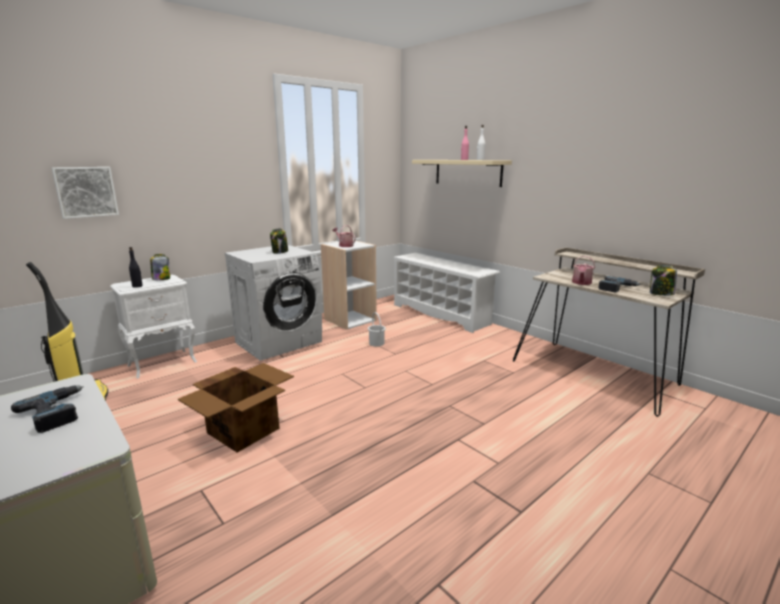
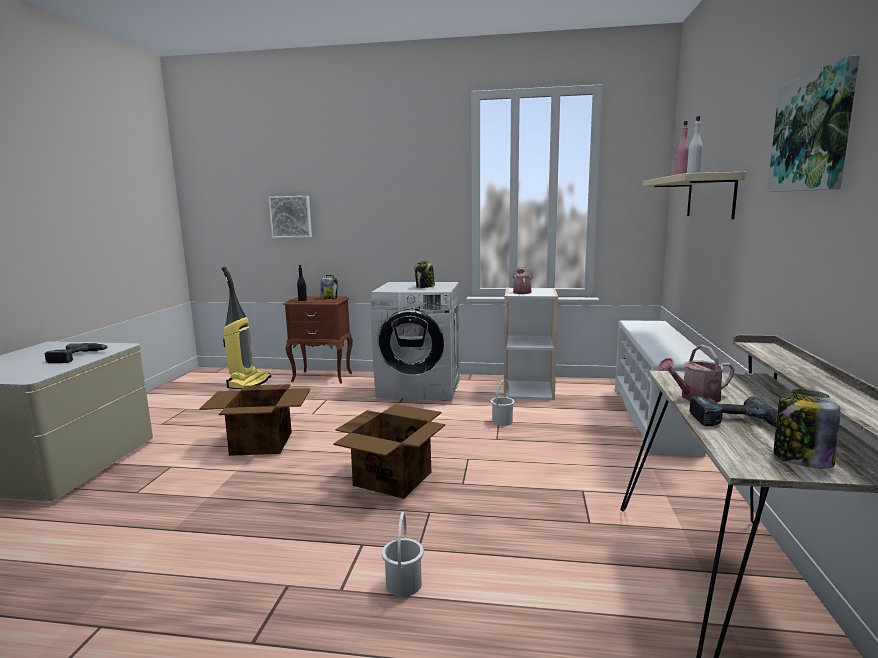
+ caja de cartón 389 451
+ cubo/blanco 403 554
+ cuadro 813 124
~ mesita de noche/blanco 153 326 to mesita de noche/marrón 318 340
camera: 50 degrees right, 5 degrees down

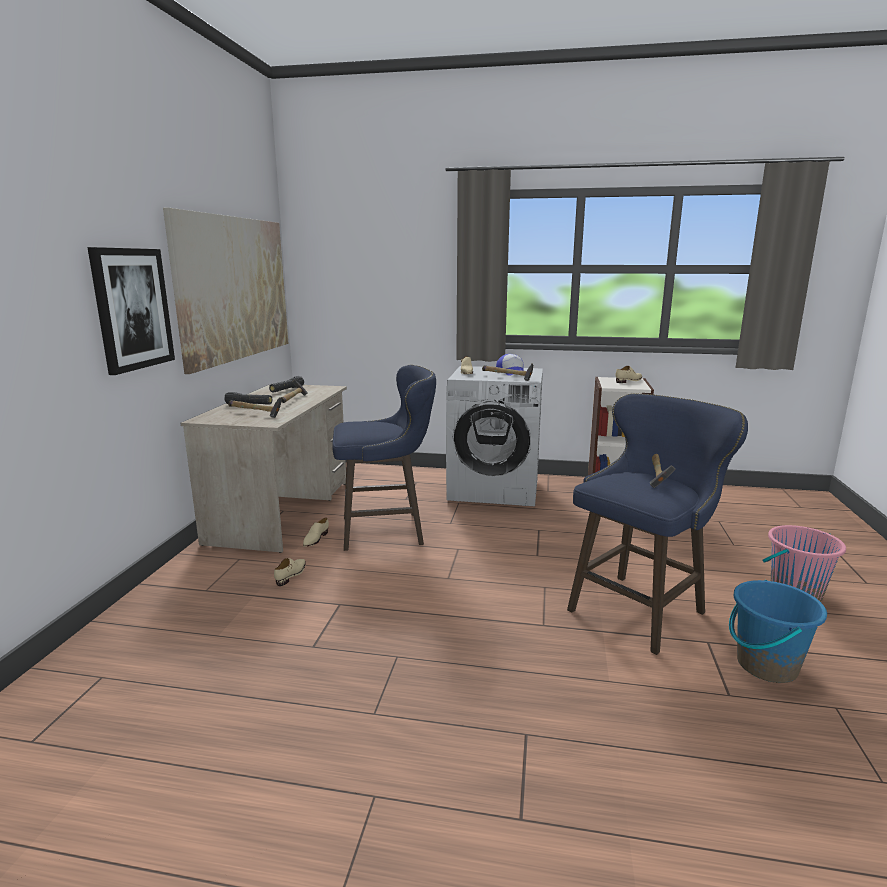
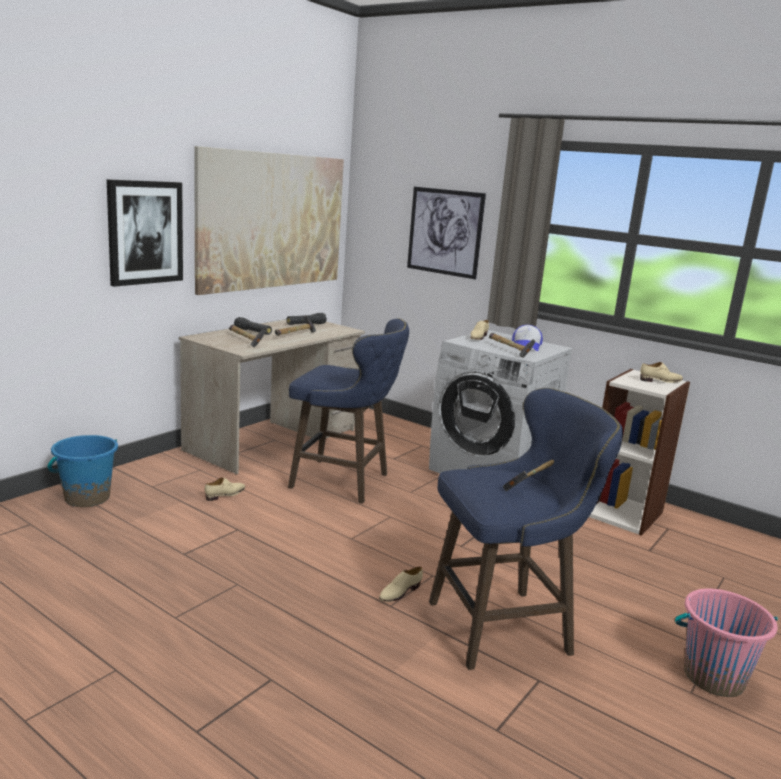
+ cuadro 446 233
~ zapato/beis 316 532 to 401 584
~ cubo/azul 778 631 to 83 471
camera: 25 degrees right, 0 degrees up

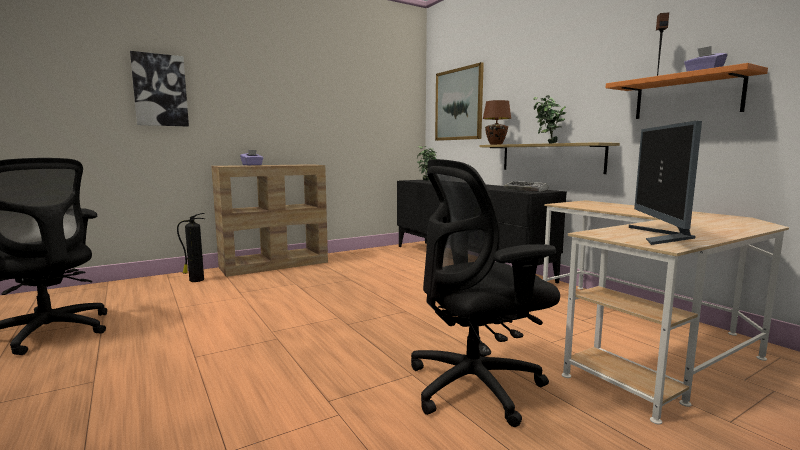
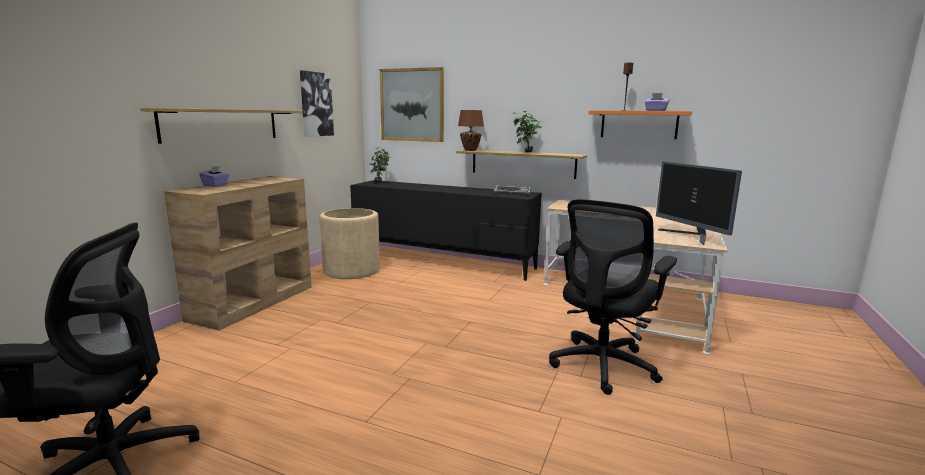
- extintor 191 247
+ estante 221 126
+ maceta/beis 350 243
~ cuadro 159 88 to 317 103
camera: 35 degrees left, 5 degrees up

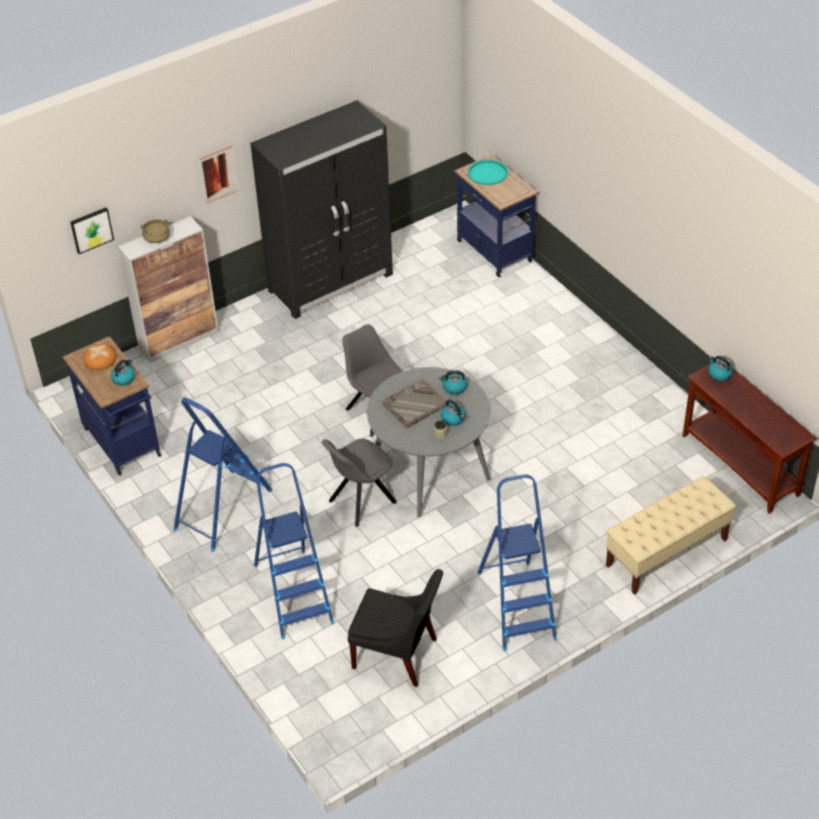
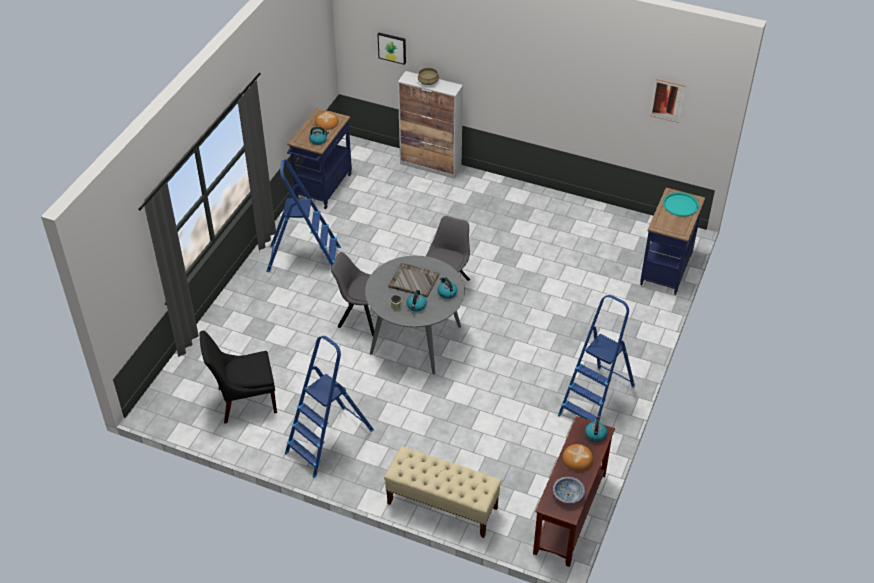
- armario/negro 321 209
+ cuenco 569 490
+ pan 577 457
~ cuadro 219 174 to 667 101
~ escalera de tijera/azul 294 551 to 596 358
~ silla/negro 395 628 = 238 377 90 degrees clockwise
camera: 55 degrees right, 0 degrees up

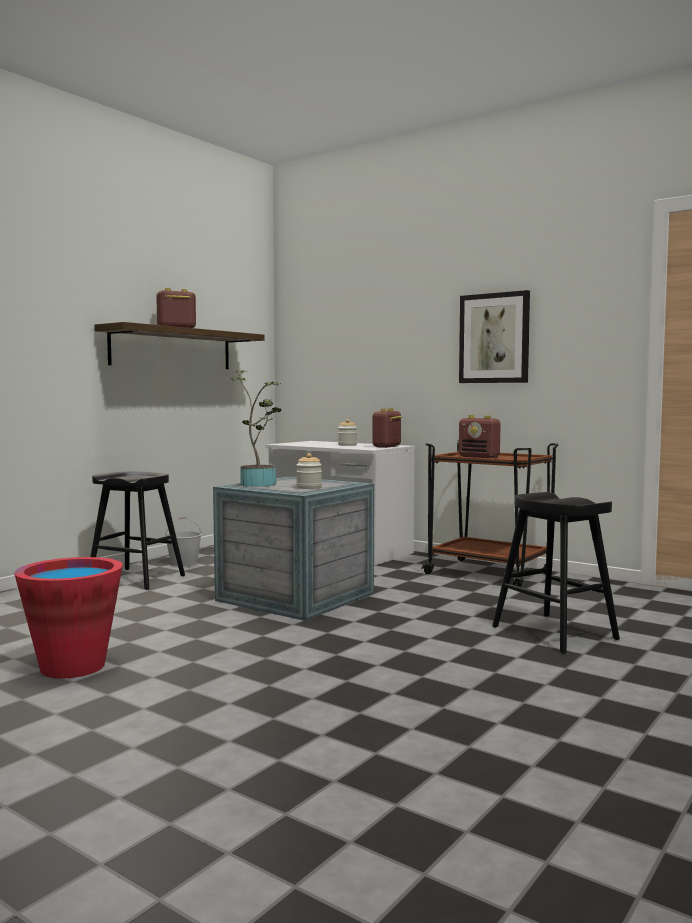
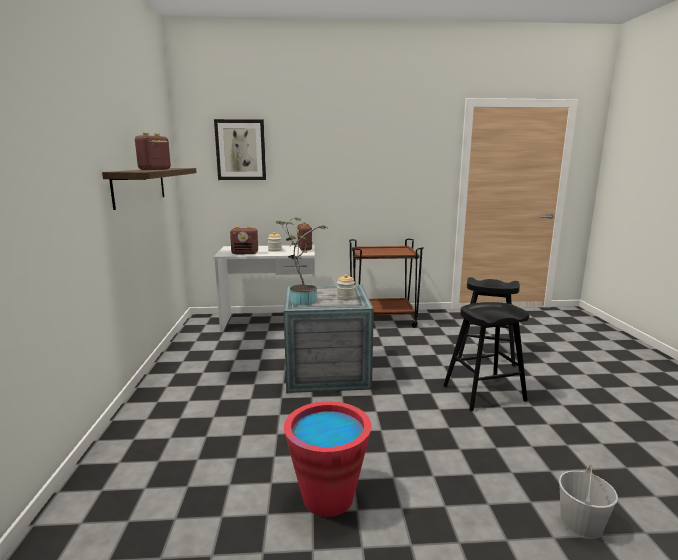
~ taburete/negro 137 531 to 486 356
~ cubo/blanco 183 542 to 588 501
~ cuadro 494 336 to 240 149
~ radio 480 436 to 244 240
camera: 40 degrees left, 10 degrees up

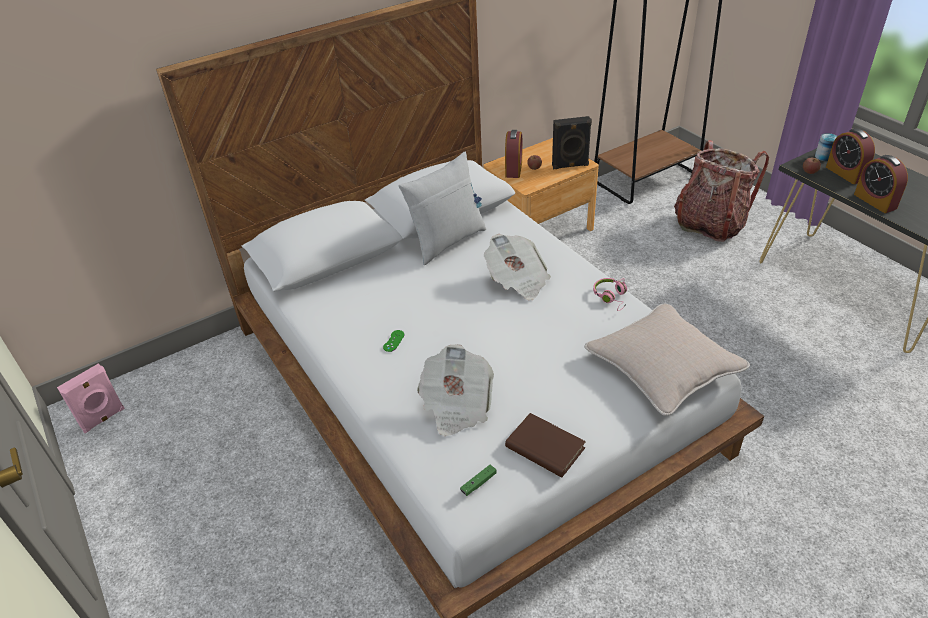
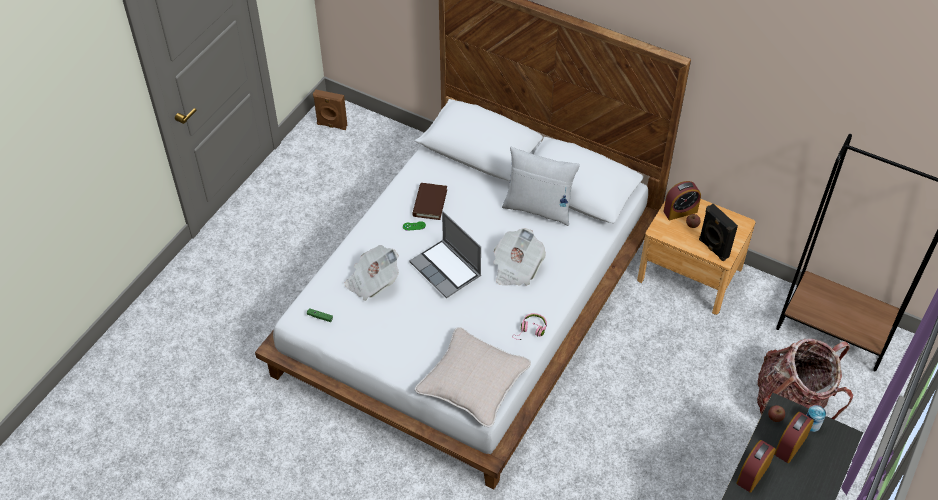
+ portátil 445 254
~ libro/marrón 545 445 to 429 201
~ altavoz/rosa 91 398 to altavoz/marrón 330 110
camera: 60 degrees right, 10 degrees up

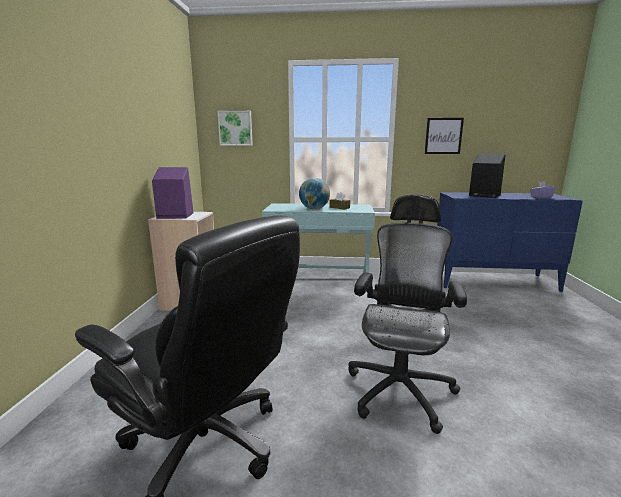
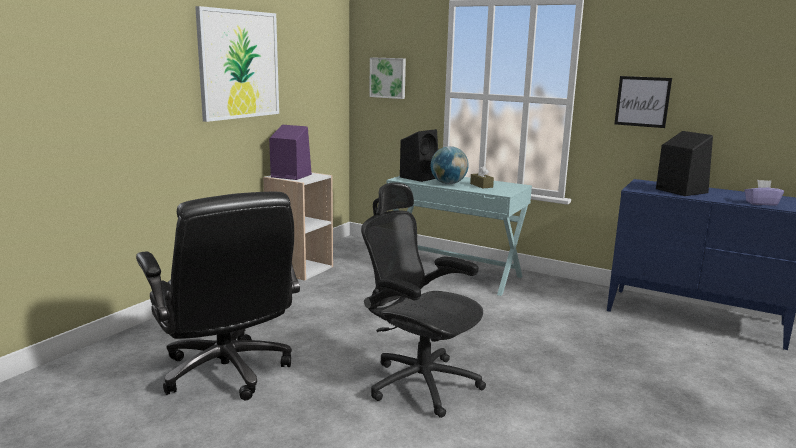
+ cuadro 237 64
+ altavoz/negro 419 155
~ silla de oficina 408 314 = 423 300 90 degrees counterclockwise
camera: 25 degrees right, 0 degrees up

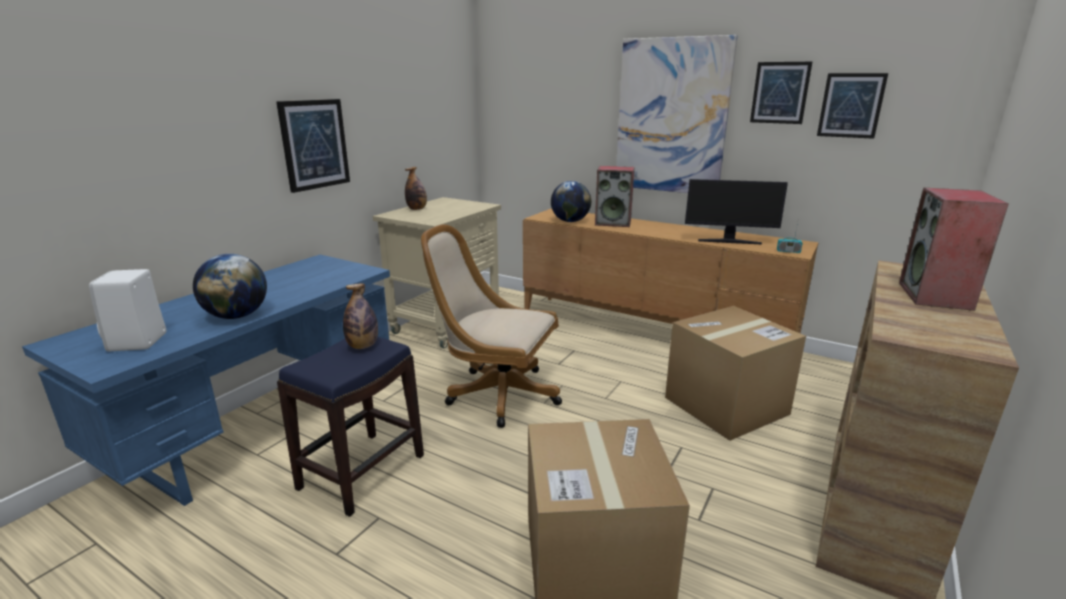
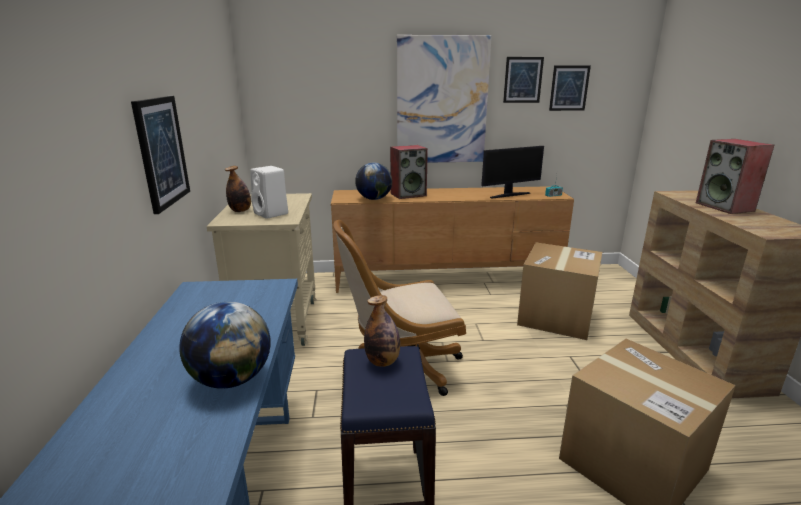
~ altavoz/blanco 127 310 to 269 192
camera: 35 degrees left, 0 degrees up

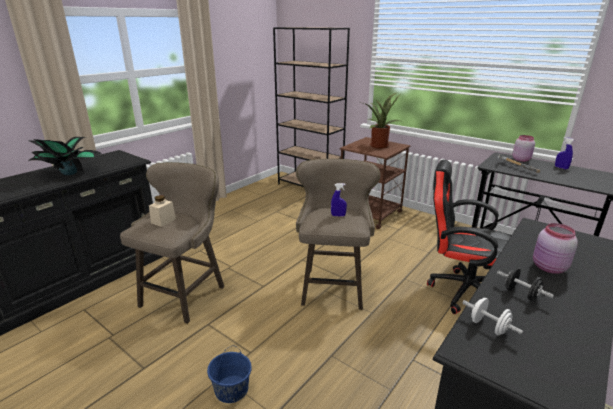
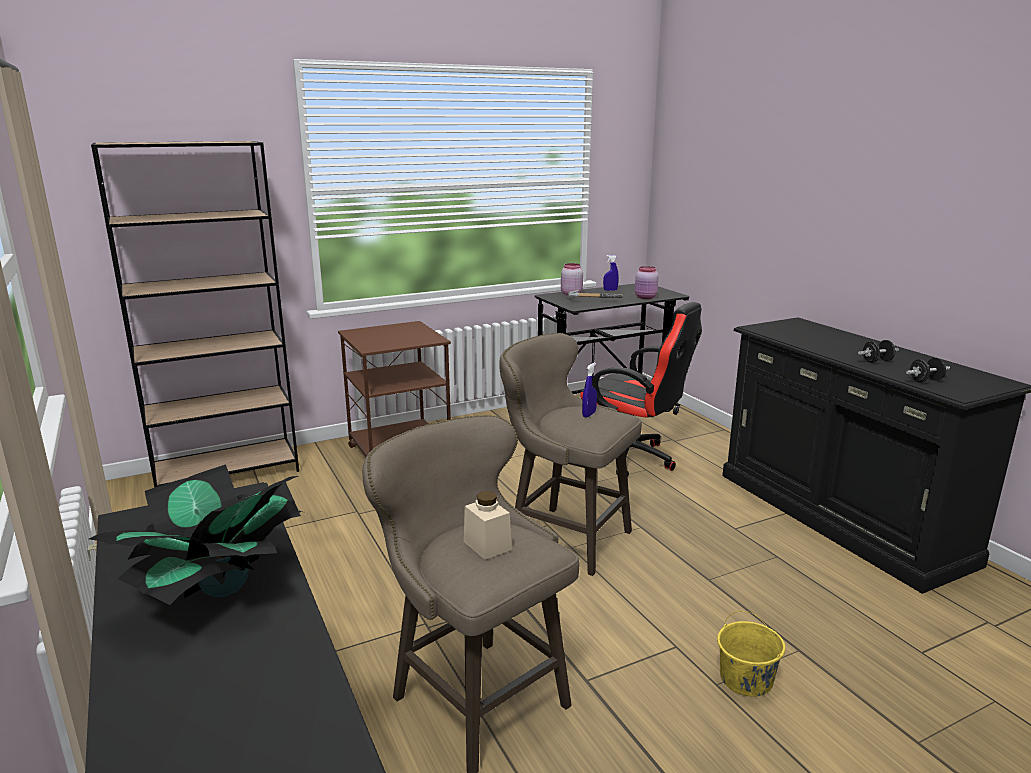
- planta en maceta 382 120
~ tarro/rosa 555 248 to 647 282
~ cubo/azul 229 374 to cubo/amarillo 751 654
~ mancuerna/blanco 492 317 to mancuerna/negro 928 370
~ silla de oficina/negro 469 237 = 641 390 105 degrees counterclockwise
camera: 65 degrees left, 5 degrees down

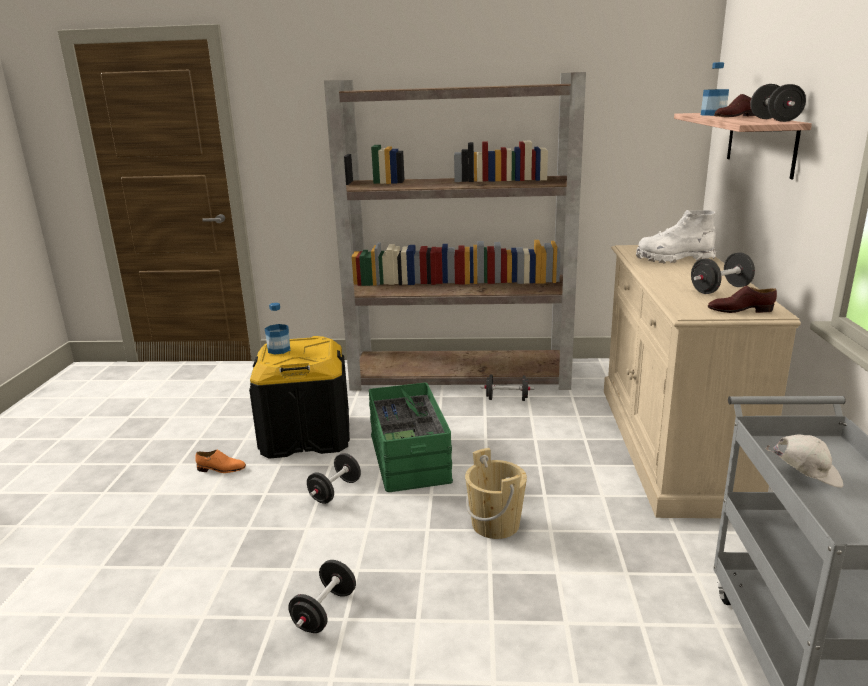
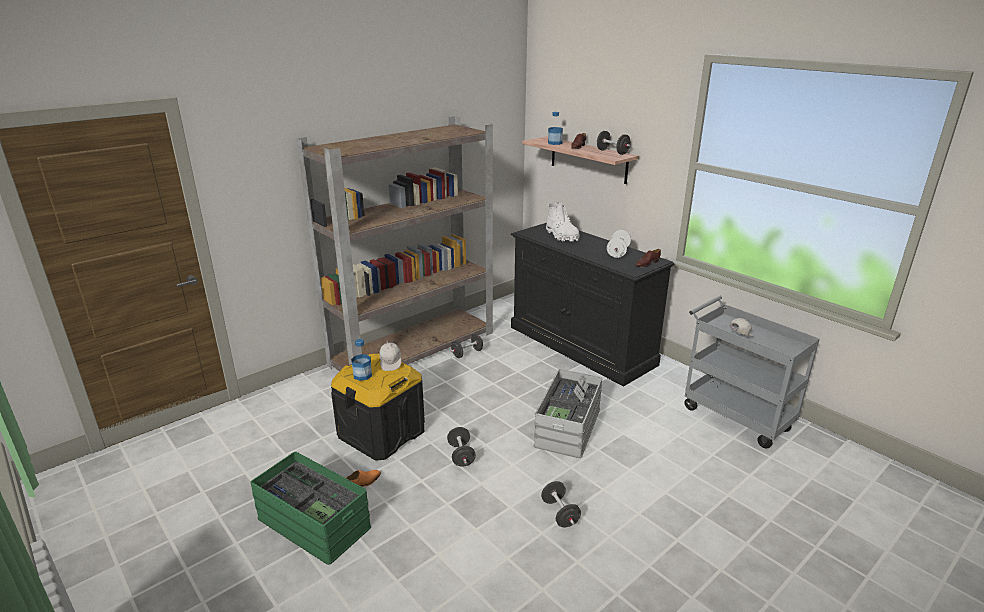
+ gorra/blanco 390 356
~ caja de almacenaje/verde 411 437 to 310 508
~ cubo/beis 496 493 to caja de almacenaje/gris 568 413
~ armario/beis 702 381 to armario/negro 592 305
~ mancuerna/negro 723 273 to mancuerna/blanco 619 244
~ bota/blanco 676 236 = 562 222 75 degrees counterclockwise
camera: 45 degrees left, 5 degrees up

